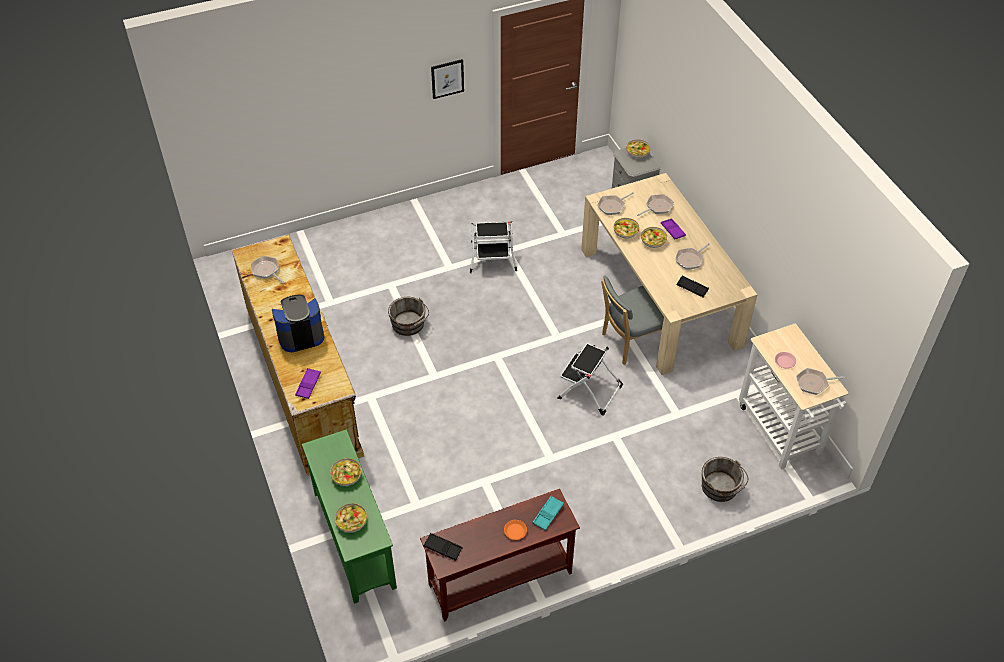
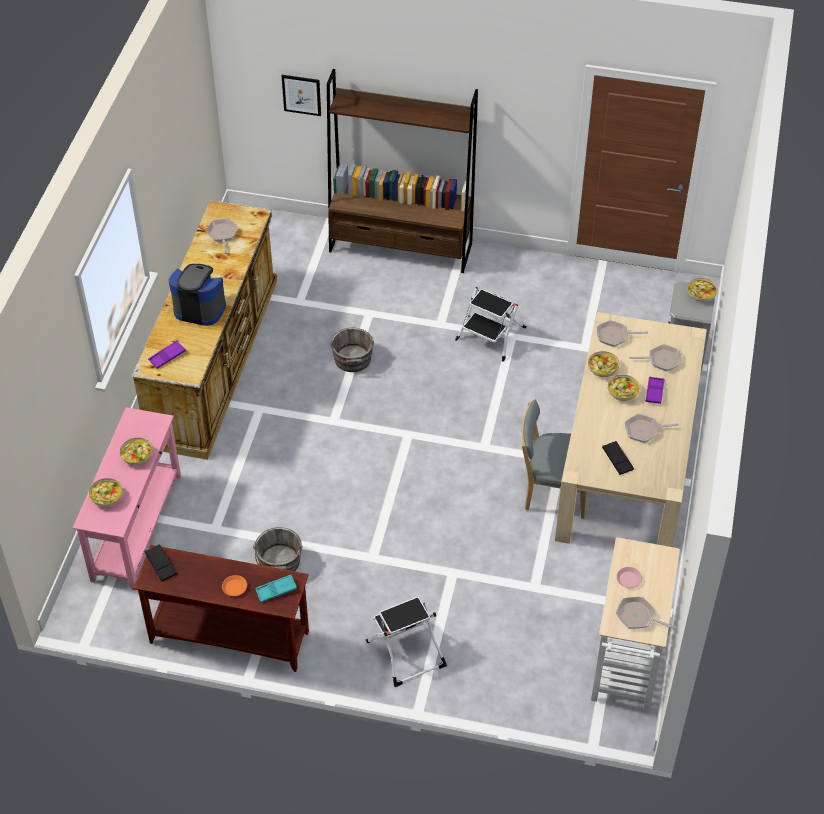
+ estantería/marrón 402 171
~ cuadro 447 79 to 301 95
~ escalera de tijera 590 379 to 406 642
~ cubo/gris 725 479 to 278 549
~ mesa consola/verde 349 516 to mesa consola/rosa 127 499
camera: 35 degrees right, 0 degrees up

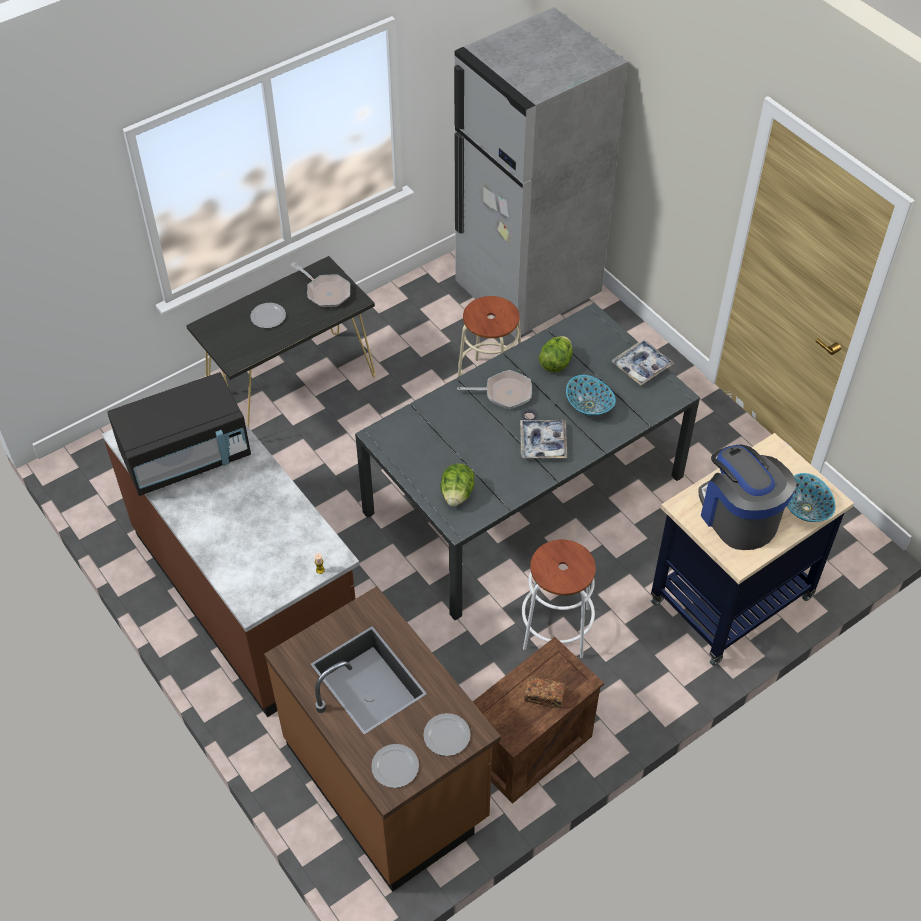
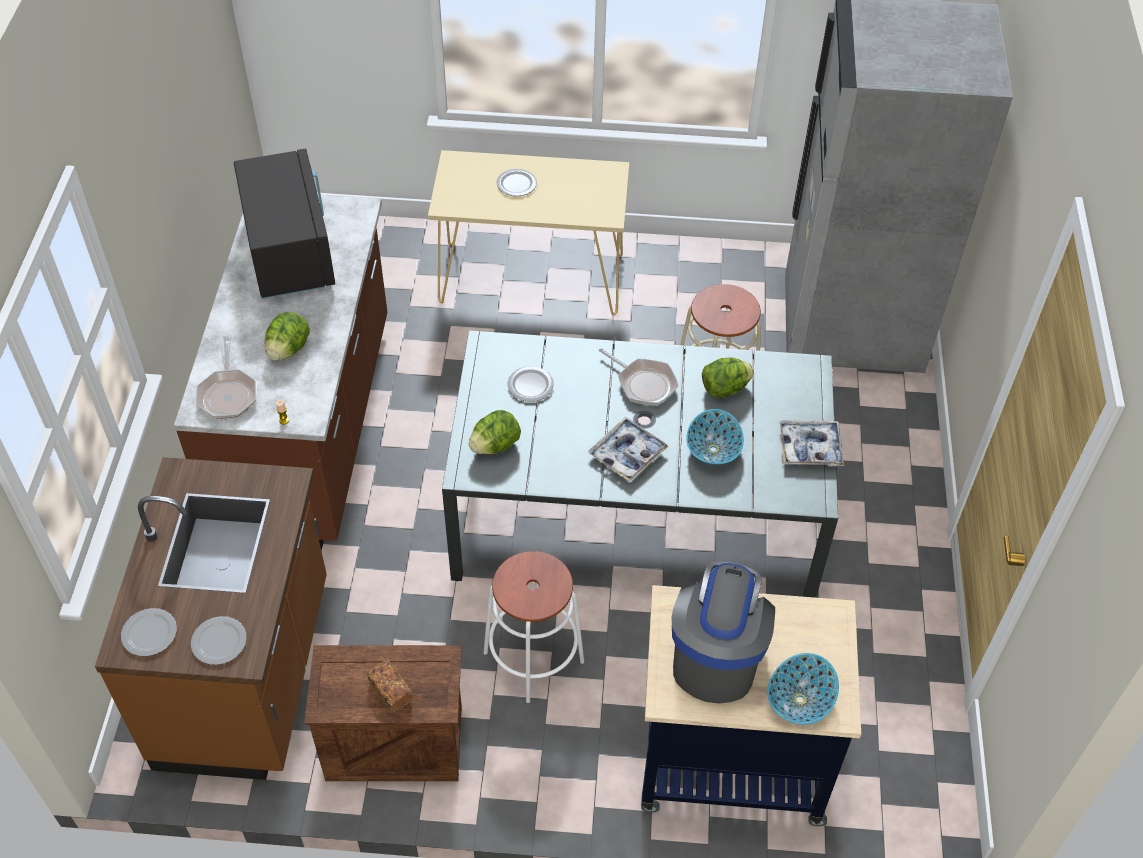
+ lechuga 287 336
+ plato 530 384
~ sartén 320 284 to 226 377
~ mesa consola/negro 280 341 to mesa consola/beis 528 232
~ microondas/negro 179 434 = 284 224 120 degrees counterclockwise
camera: 40 degrees right, 0 degrees up

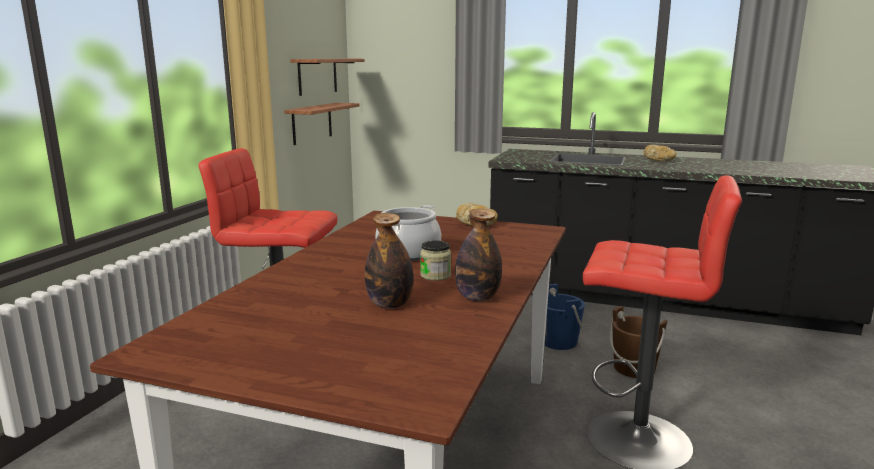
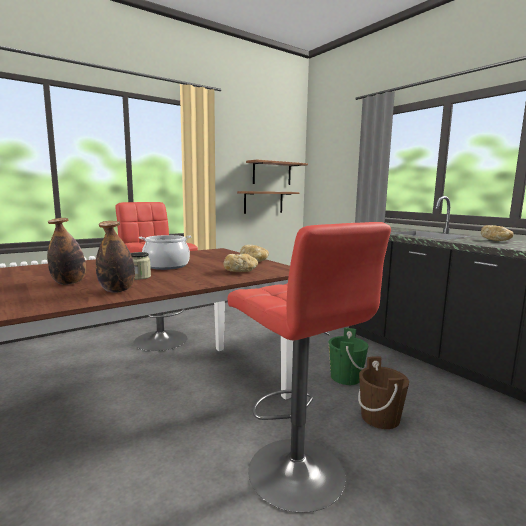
+ pan 241 263
~ cubo/azul 564 317 to cubo/verde 348 356
camera: 35 degrees right, 5 degrees down

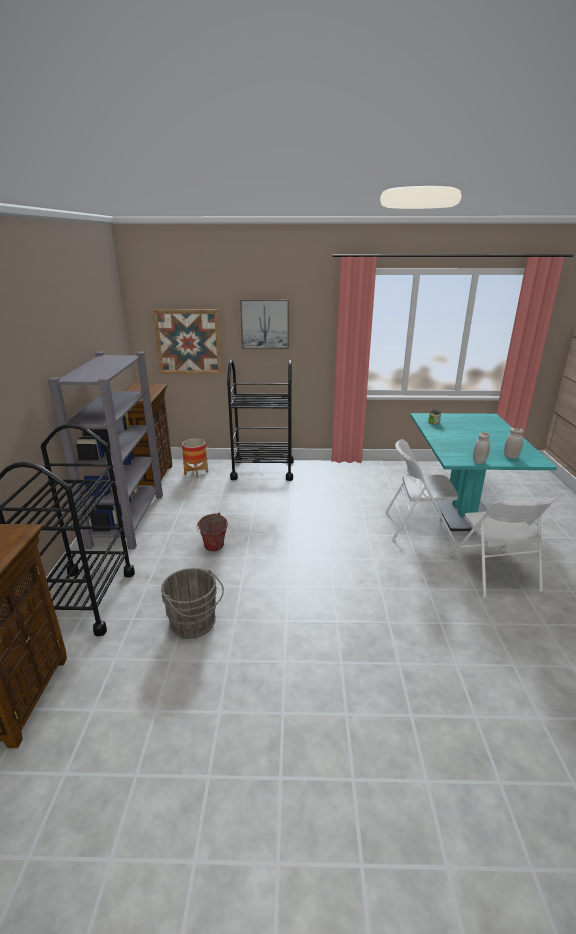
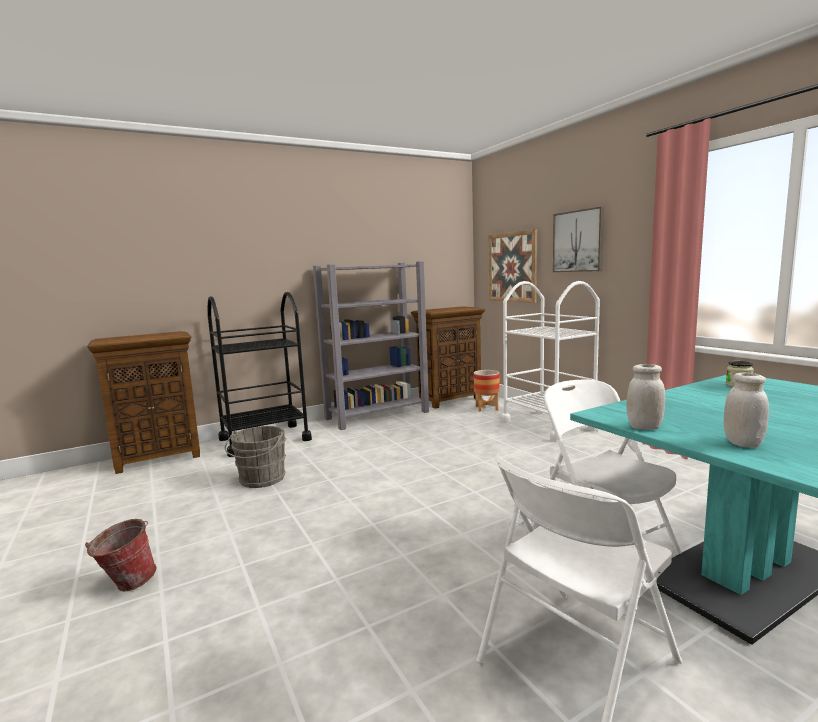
~ cubo 212 532 to 121 555
~ carrito/negro 260 420 to carrito/blanco 550 361
camera: 60 degrees right, 15 degrees down

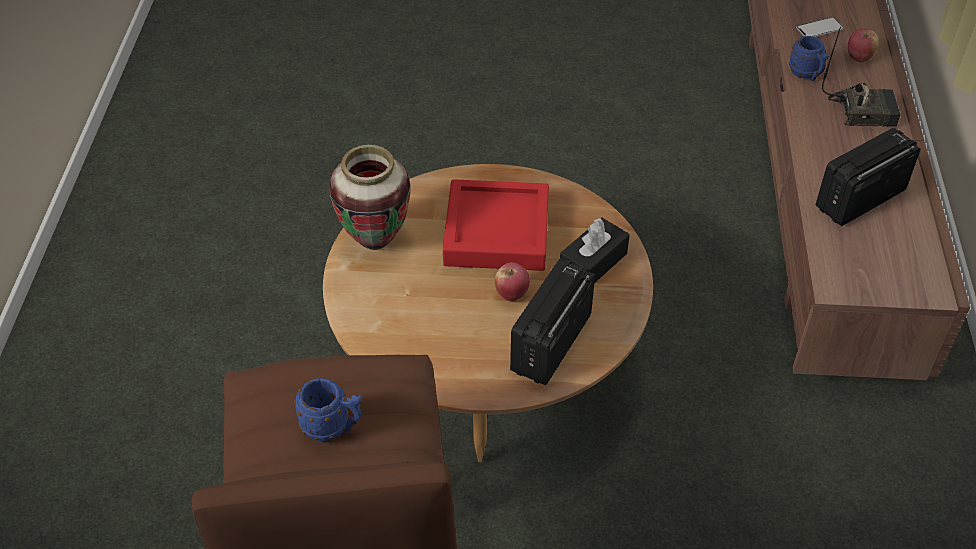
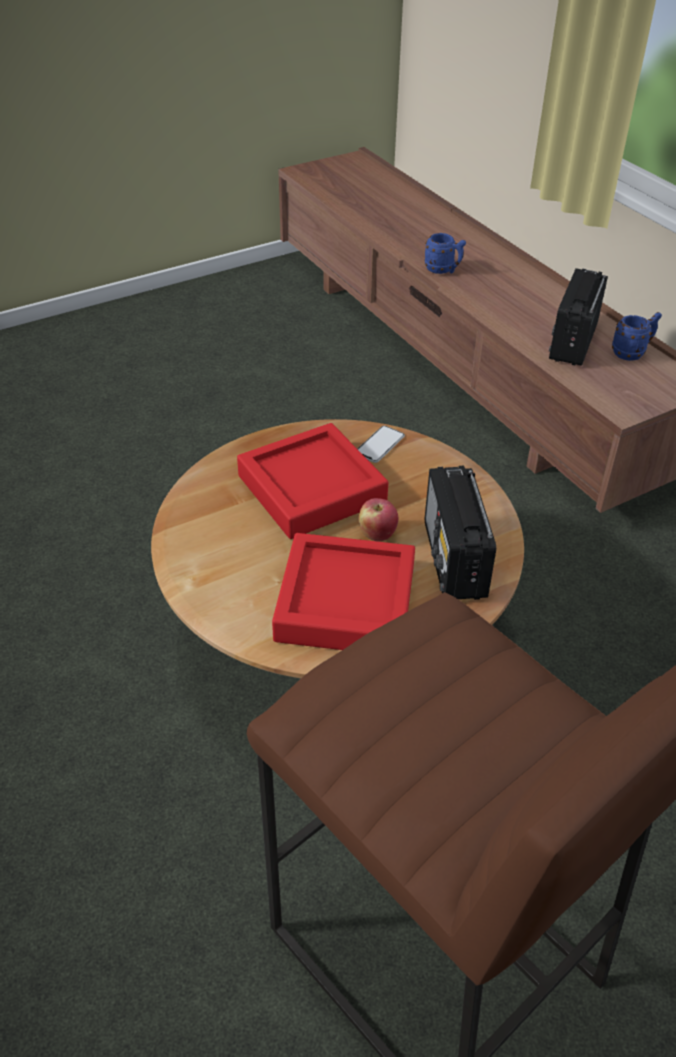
- florero 370 197
- caja de pañuelos/negro 595 250
- radio 861 77
- manzana 863 45
+ bandeja/rojo 343 591
~ taza grande/azul 328 410 to 637 336
~ móvil 820 27 to 381 444
camera: 35 degrees left, 5 degrees down

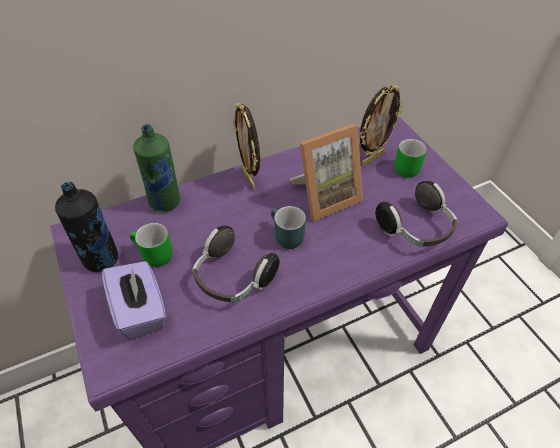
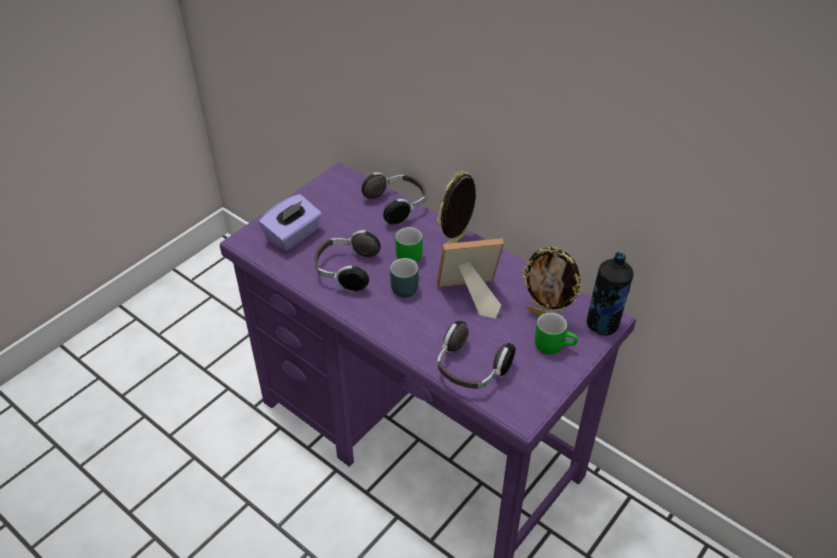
~ botella/negro 86 227 to 610 294
~ taza grande/verde 151 245 to 409 245
~ botella/verde 156 168 to auriculares 394 198
~ portarretratos 326 172 = 470 278 135 degrees clockwise
camera: 65 degrees right, 5 degrees down

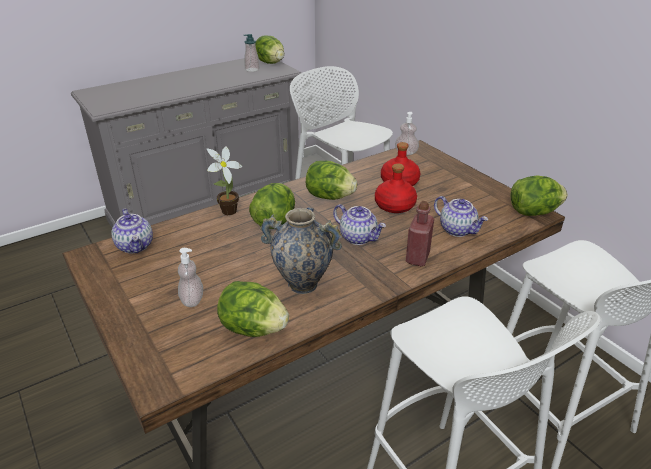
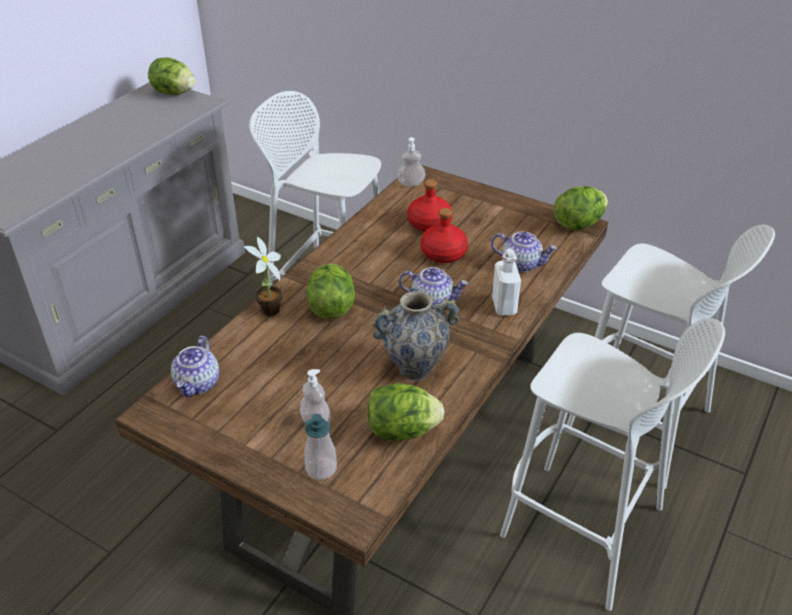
- lechuga 331 180
~ dispensador de jabón 252 53 to 320 447
~ botella/rojo 420 233 to botella/blanco 506 282
~ tetera 132 231 = 195 366 60 degrees clockwise
camera: 25 degrees left, 5 degrees up

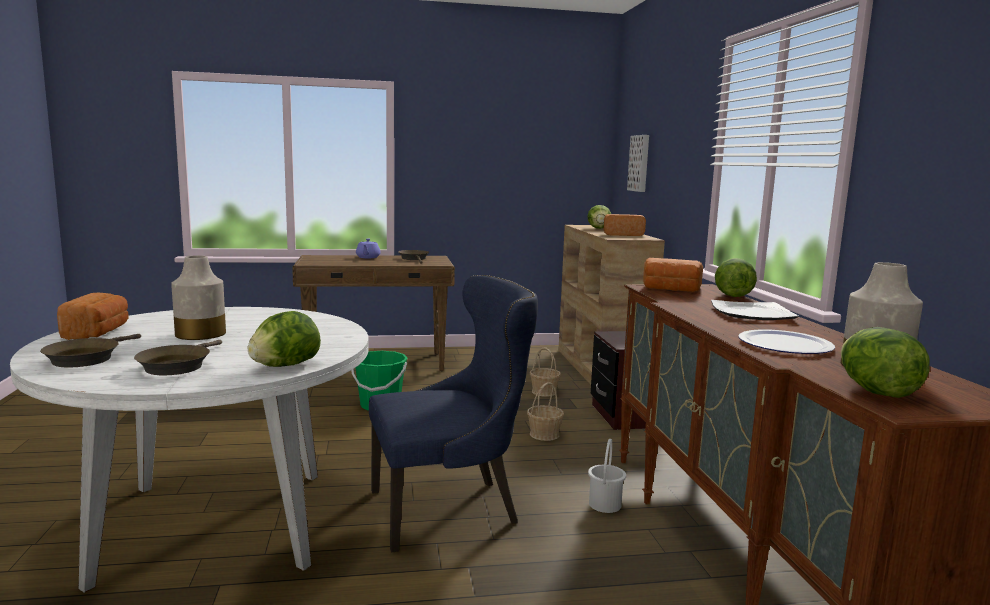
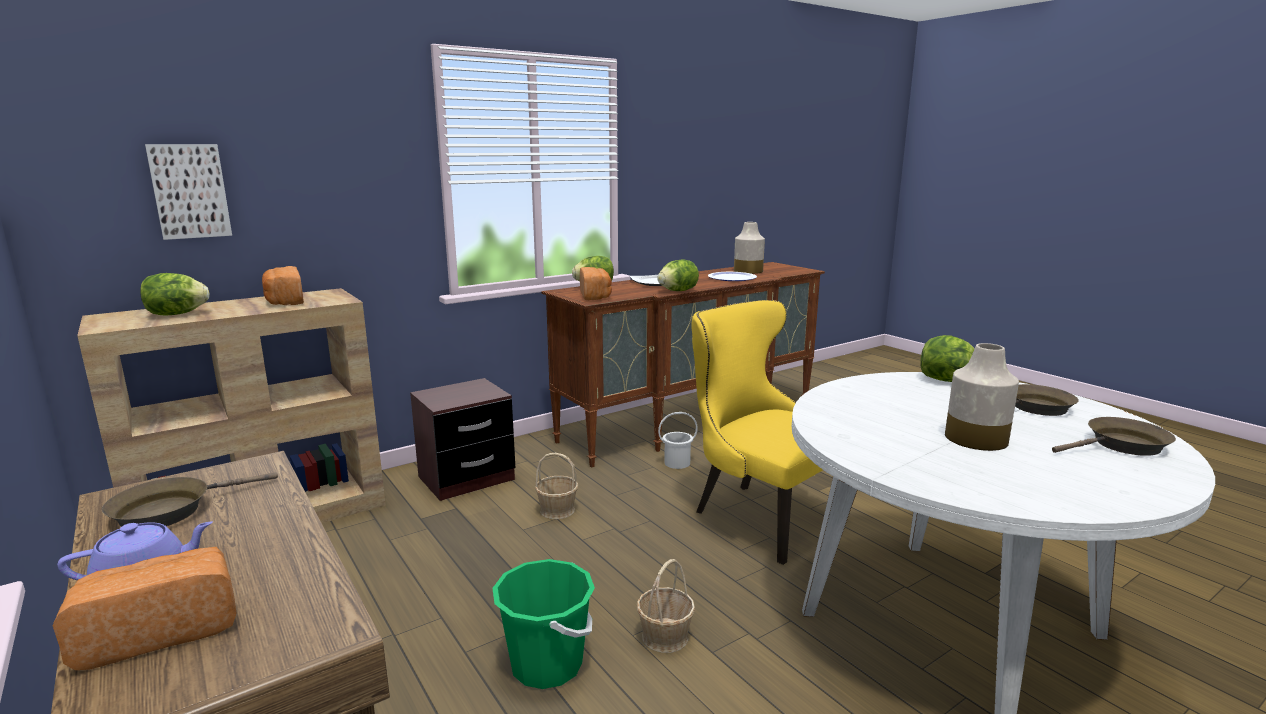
~ pan 93 316 to 144 608
~ cesta 545 372 to 666 606
~ lechuga 885 362 to 678 275
~ silla/azul 453 414 to silla/amarillo 757 432
camera: 115 degrees left, 5 degrees up

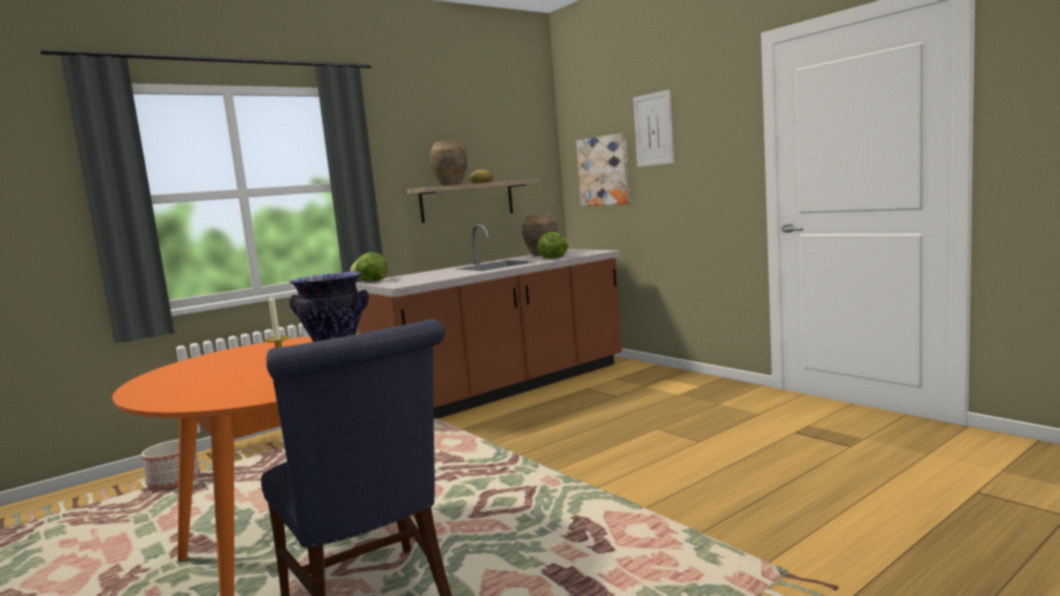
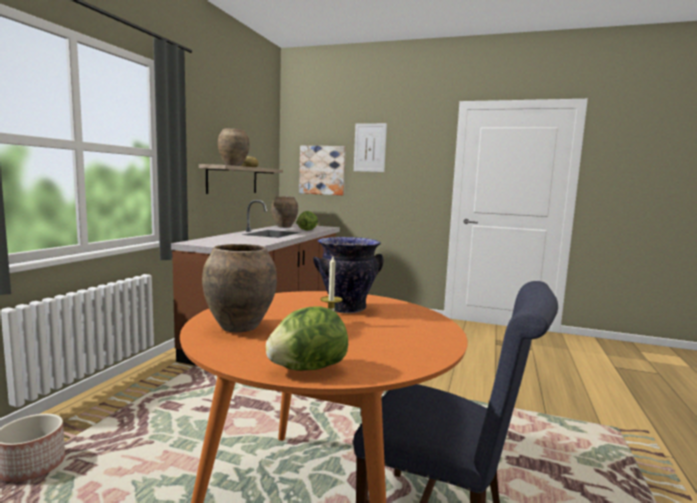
+ florero/marrón 239 288
~ lechuga 368 266 to 307 338
camera: 35 degrees left, 0 degrees up

